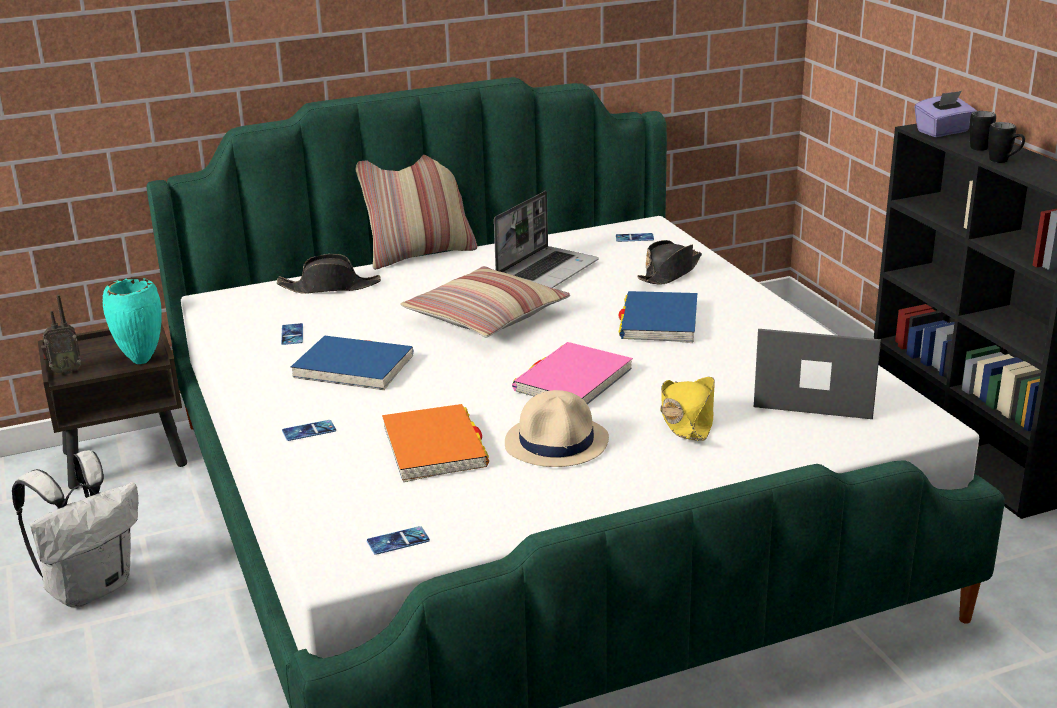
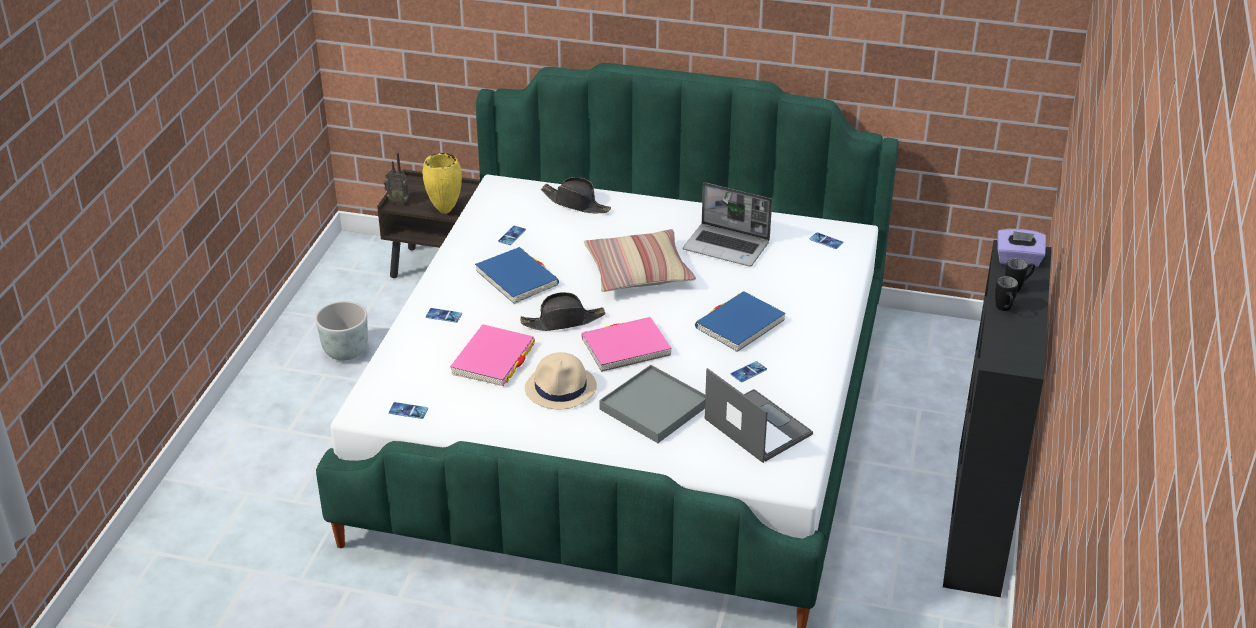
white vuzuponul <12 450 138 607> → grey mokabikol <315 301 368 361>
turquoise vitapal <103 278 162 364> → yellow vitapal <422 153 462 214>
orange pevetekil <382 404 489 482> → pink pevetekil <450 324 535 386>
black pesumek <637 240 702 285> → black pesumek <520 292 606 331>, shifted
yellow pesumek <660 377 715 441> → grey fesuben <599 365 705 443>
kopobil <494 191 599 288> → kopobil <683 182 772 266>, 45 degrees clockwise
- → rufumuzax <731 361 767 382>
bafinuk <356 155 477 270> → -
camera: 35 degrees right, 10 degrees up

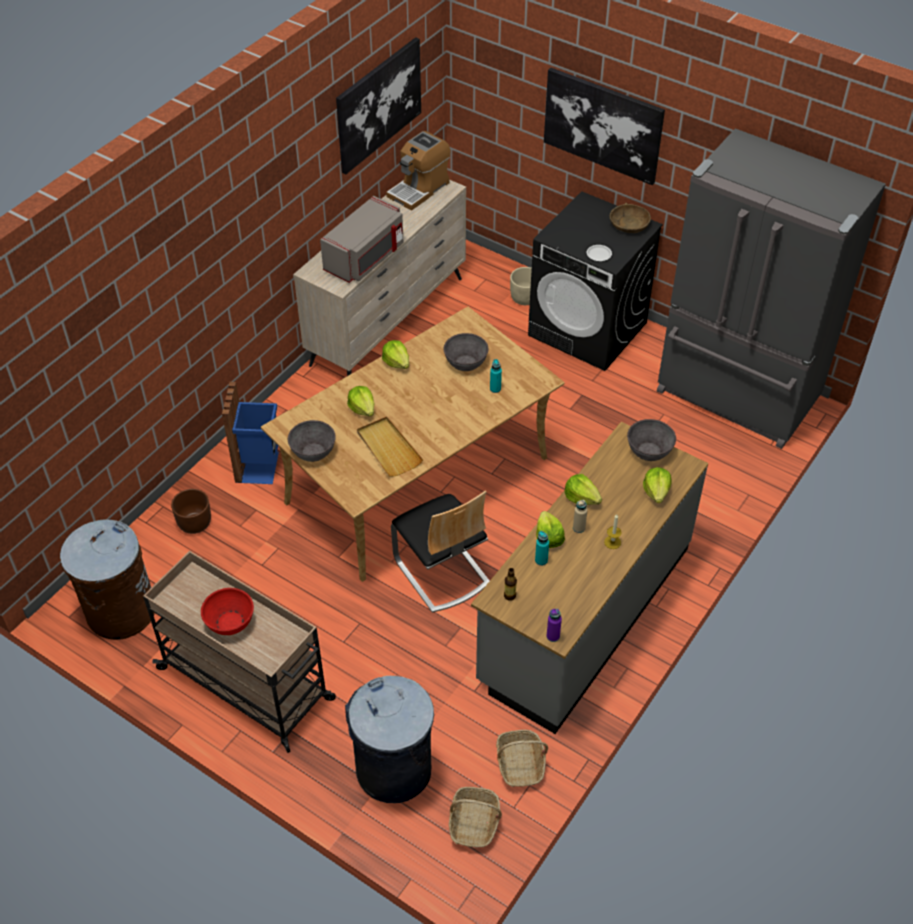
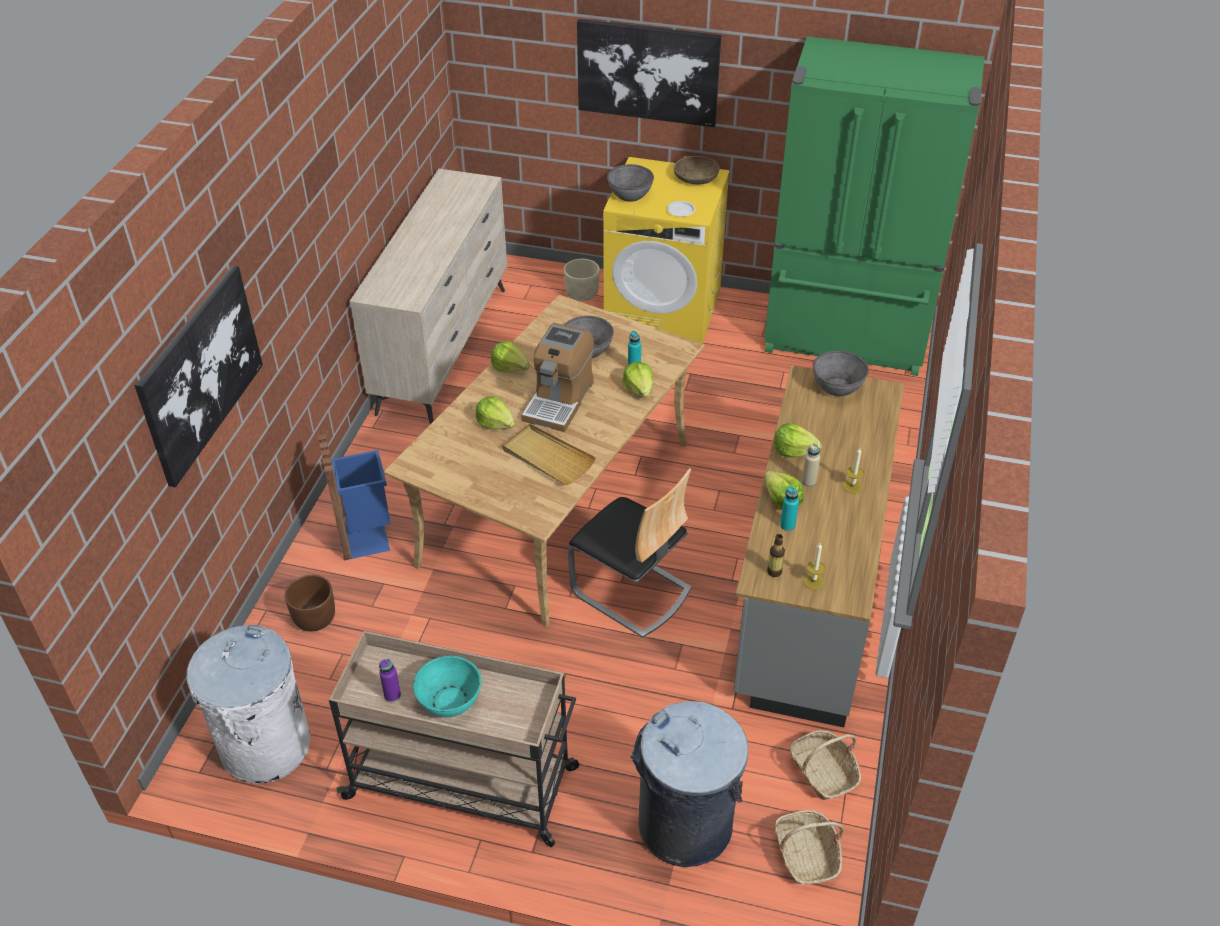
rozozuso <336 37 421 174> → rozozuso <135 266 263 487>, shifted
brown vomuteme <60 519 155 640> → white vomuteme <186 625 310 783>
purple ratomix <546 609 562 642> → purple ratomix <379 659 401 702>, shifted
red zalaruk <201 588 254 635> → turquoise zalaruk <413 656 482 717>
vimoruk <386 131 450 211> → vimoruk <521 323 594 432>, shifted
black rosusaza <528 191 663 371> → yellow rosusaza <603 157 730 344>
grey zalaruk <288 420 336 462> → grey zalaruk <607 164 654 202>, shifted
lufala <643 467 672 503> → lufala <622 362 653 397>, shifted
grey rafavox <657 129 886 449> → green rafavox <764 36 985 376>
- → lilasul <803 543 825 590>
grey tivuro <320 196 403 283> → -
camera: 20 degrees left, 5 degrees down

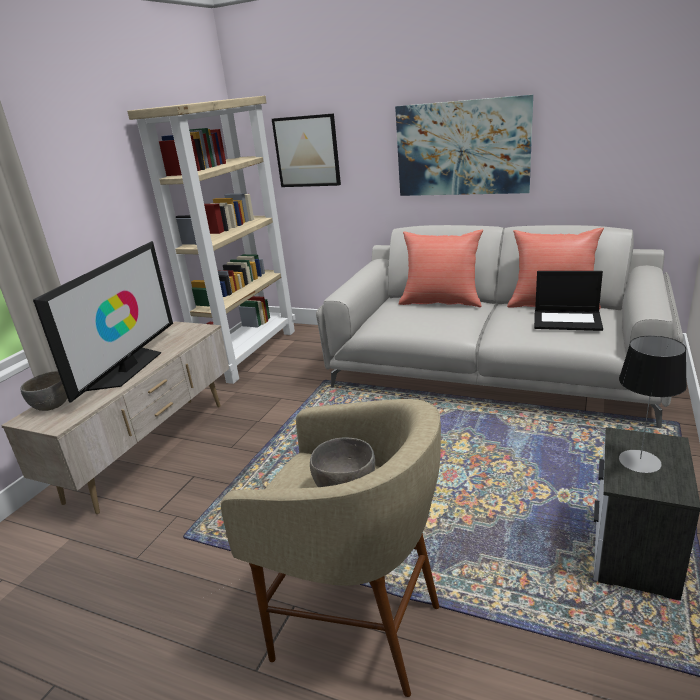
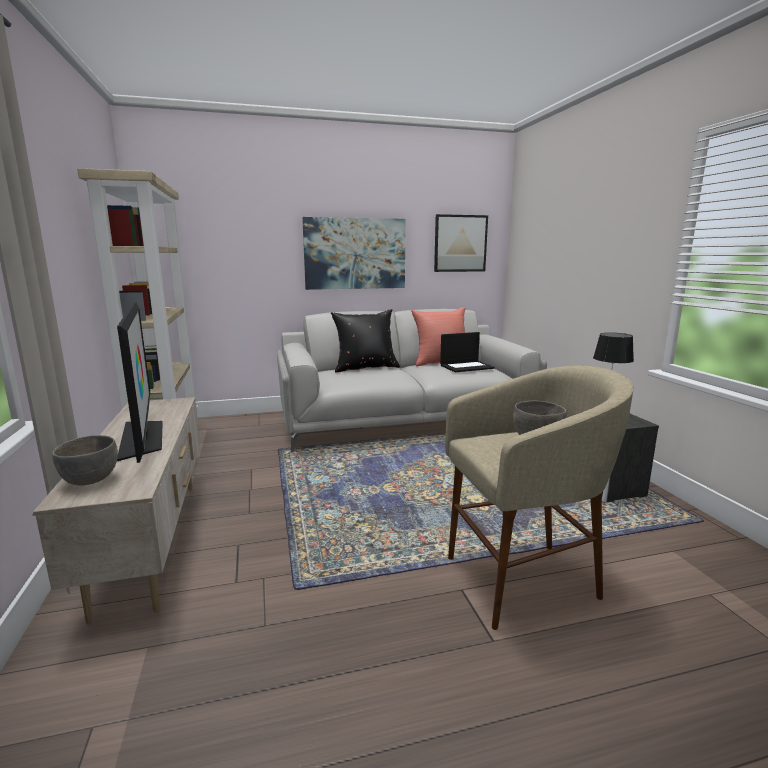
red bafinuk <399 230 483 307> → black bafinuk <331 309 400 372>
rozozuso <272 113 341 187> → rozozuso <434 214 488 272>, shifted
camera: 40 degrees left, 10 degrees down

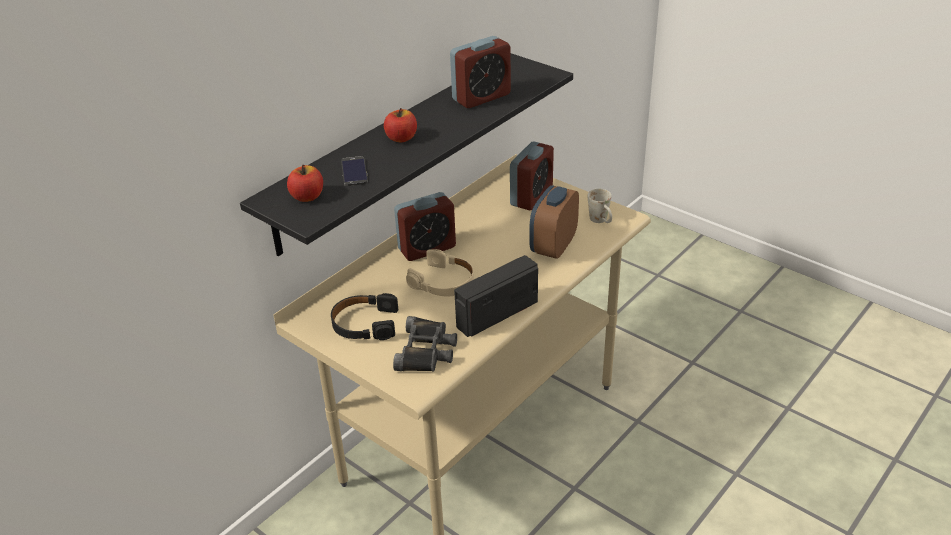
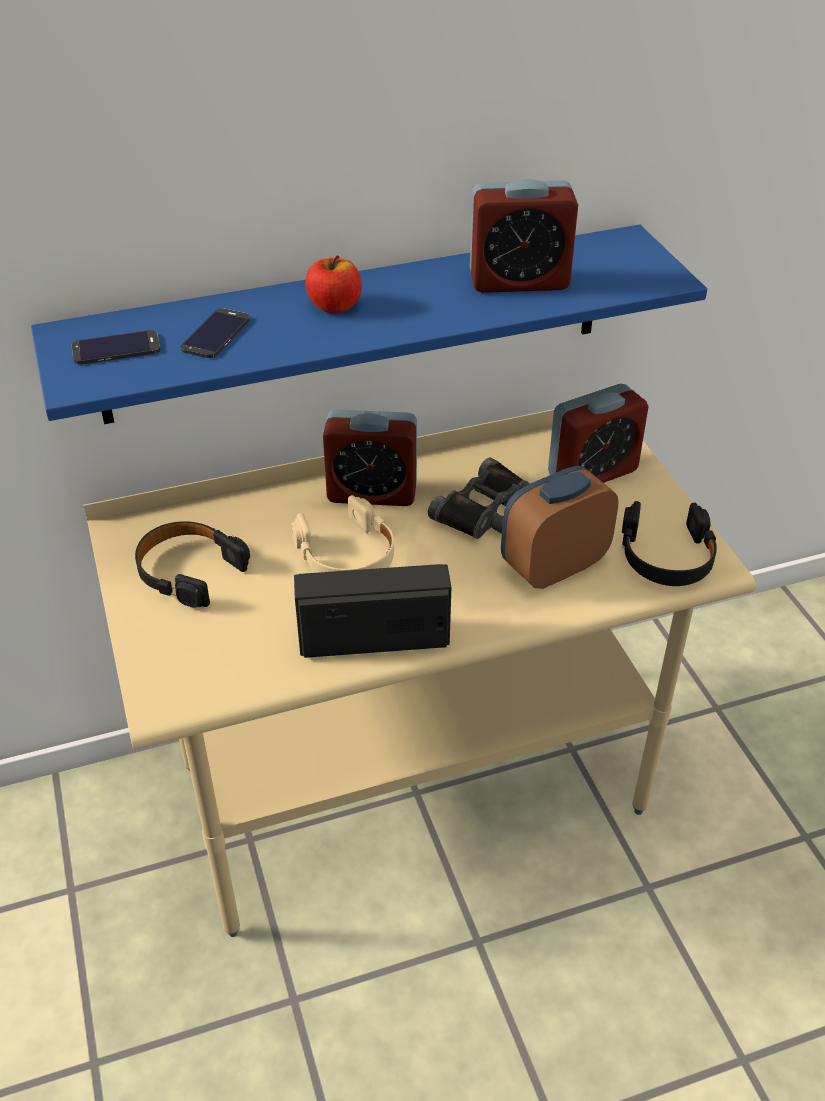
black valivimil <240 53 573 256> → blue valivimil <31 225 707 424>
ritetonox <287 165 323 202> → rufumuzax <72 330 160 365>
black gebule <393 316 457 372> → black gebule <428 457 530 539>, shifted
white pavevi <587 189 612 223> → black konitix <622 501 717 586>
camera: 30 degrees right, 5 degrees up

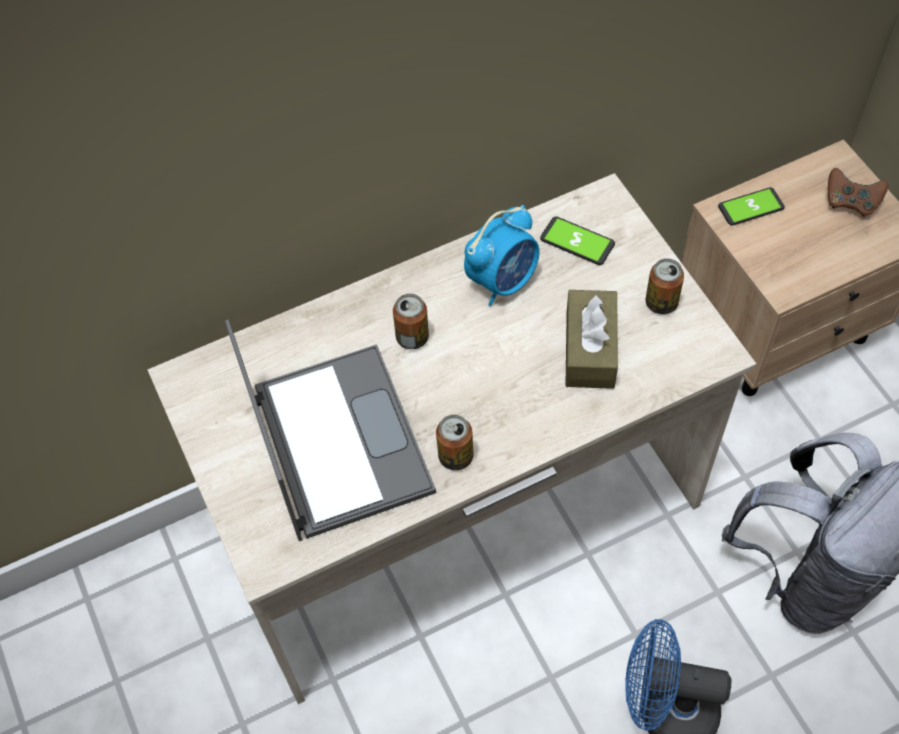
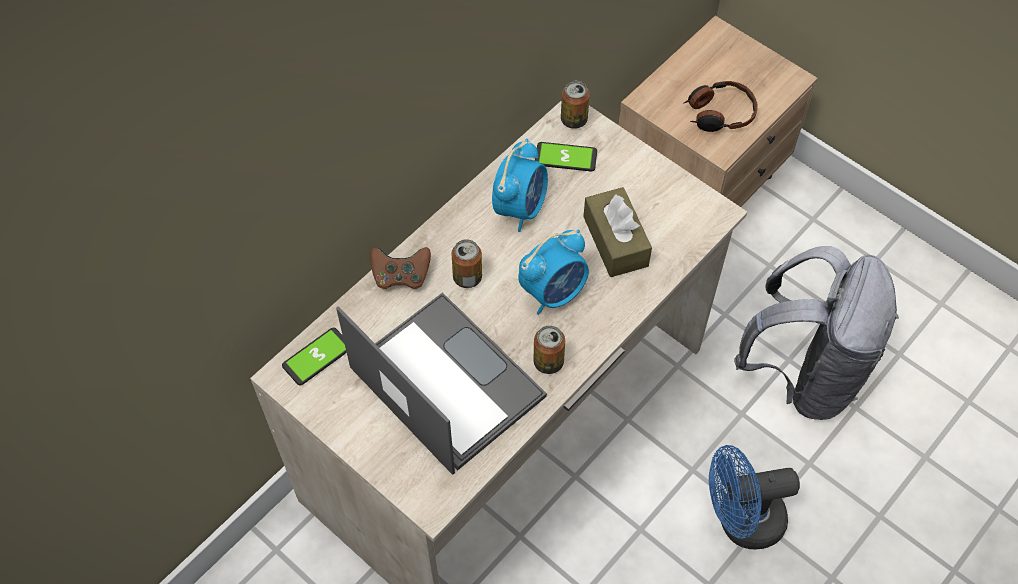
rufumuzax <718 187 785 226> → rufumuzax <282 328 347 385>, shifted
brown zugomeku <828 168 888 217> → brown zugomeku <370 247 431 289>, shifted
- → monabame <518 230 589 315>
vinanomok <646 258 684 314> → vinanomok <561 81 590 129>, shifted
- → konitix <683 81 758 132>
camera: 25 degrees left, 0 degrees up

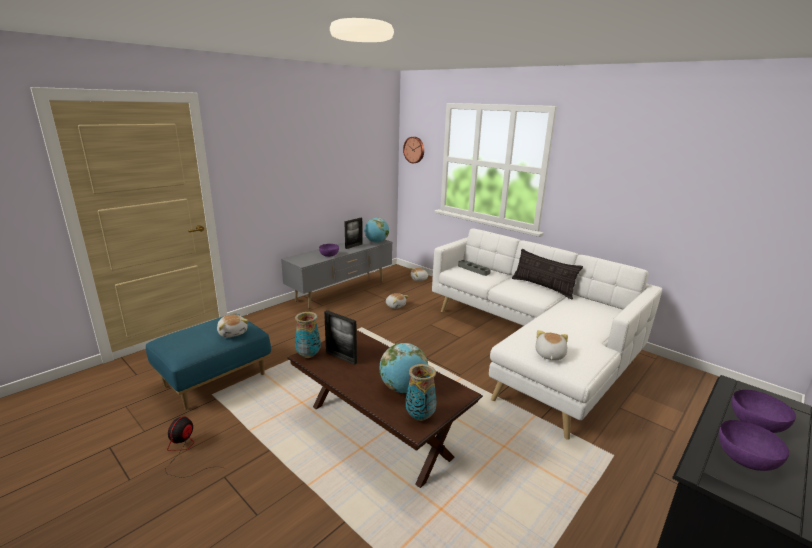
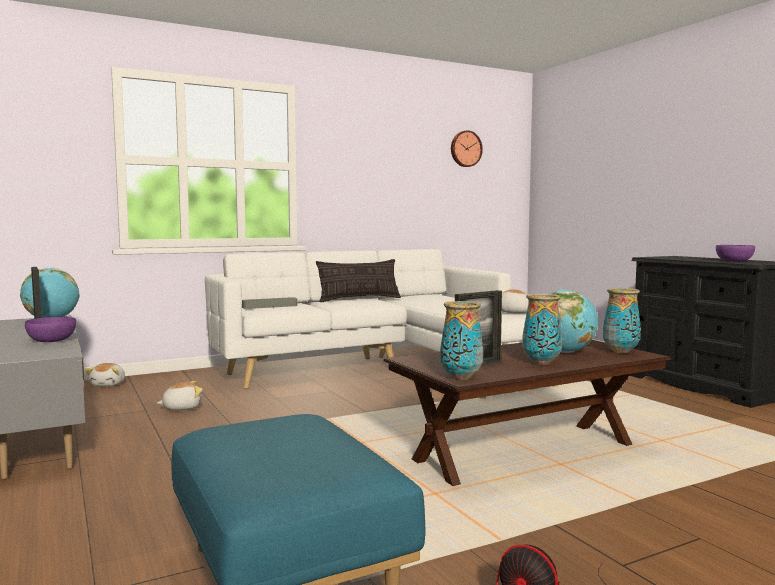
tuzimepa <403 137 424 163> → tuzimepa <451 130 483 167>, shifted
- → vitapal <522 294 562 365>
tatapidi <217 314 248 338> → -
purple zalaruk <732 390 796 433> → -
camera: 70 degrees left, 15 degrees down

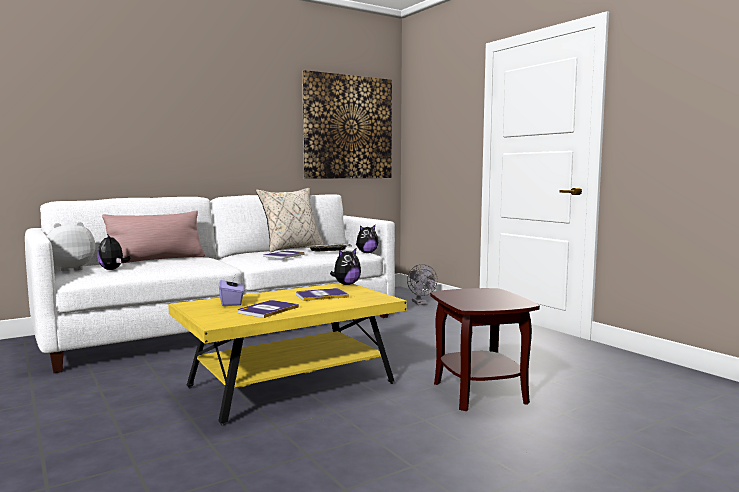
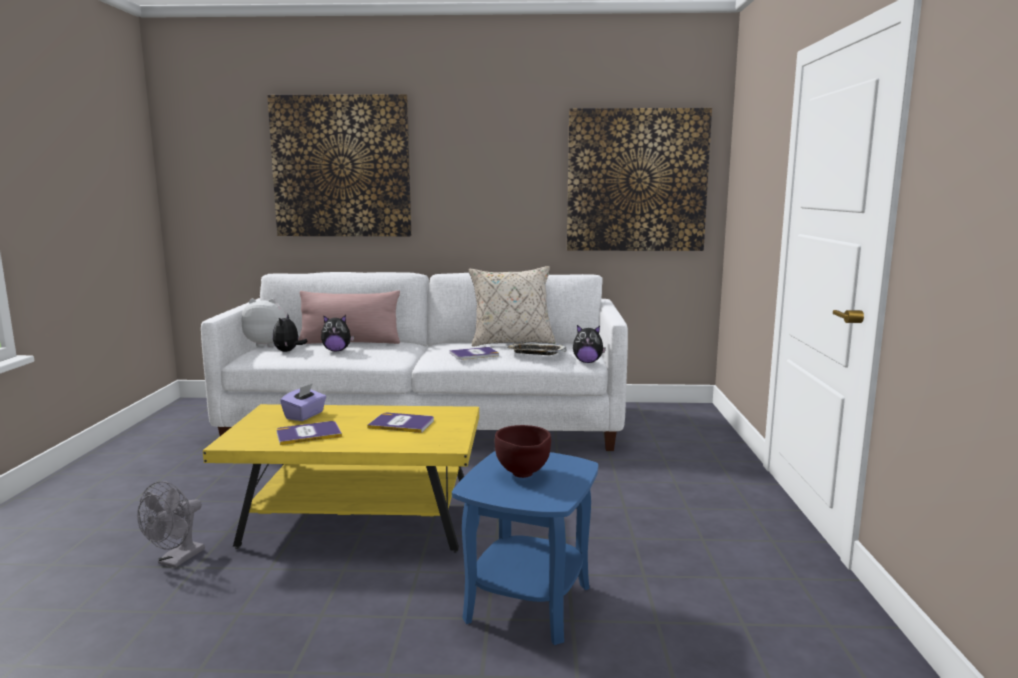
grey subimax <407 264 438 305> → grey subimax <137 481 205 568>, shifted
- → rozozuso <267 94 412 236>
tatapidi <330 248 361 285> → tatapidi <321 315 354 351>, shifted
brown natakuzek <430 288 540 411> → blue natakuzek <452 451 598 645>
- → brown zalaruk <495 425 551 478>
camera: 35 degrees right, 5 degrees up

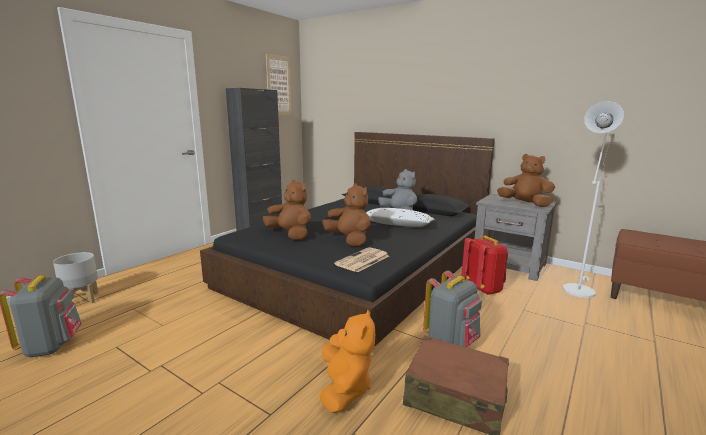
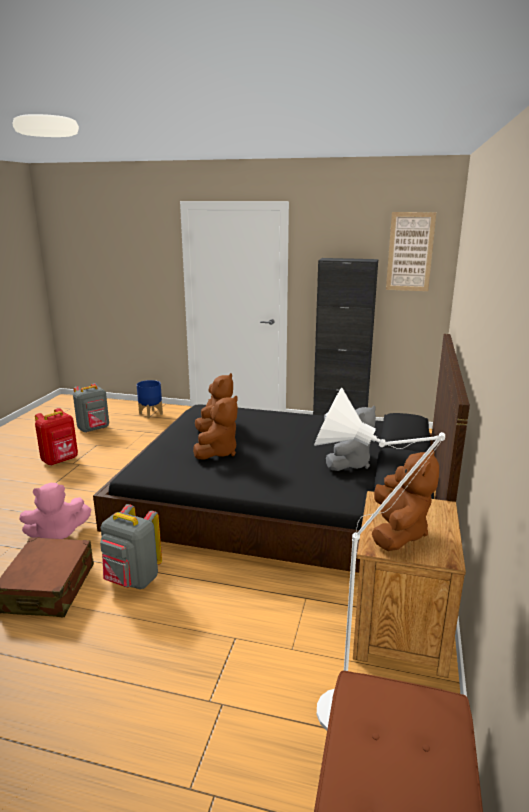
orange tatapidi <320 310 375 413> → pink tatapidi <19 483 91 539>
red vuzuponul <461 236 508 295> → red vuzuponul <35 408 78 465>, shifted
grey mokabikol <53 252 98 303> → blue mokabikol <137 380 163 419>
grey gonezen <475 194 557 281> → brown gonezen <353 491 466 678>
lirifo <334 247 389 273> → -
white bafinuk <366 208 435 227> → -
camera: 70 degrees right, 5 degrees up

